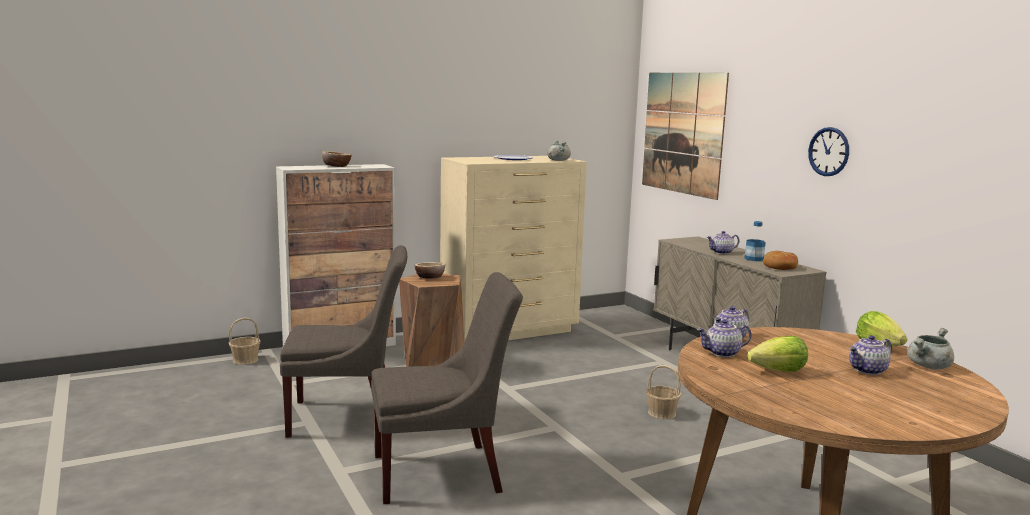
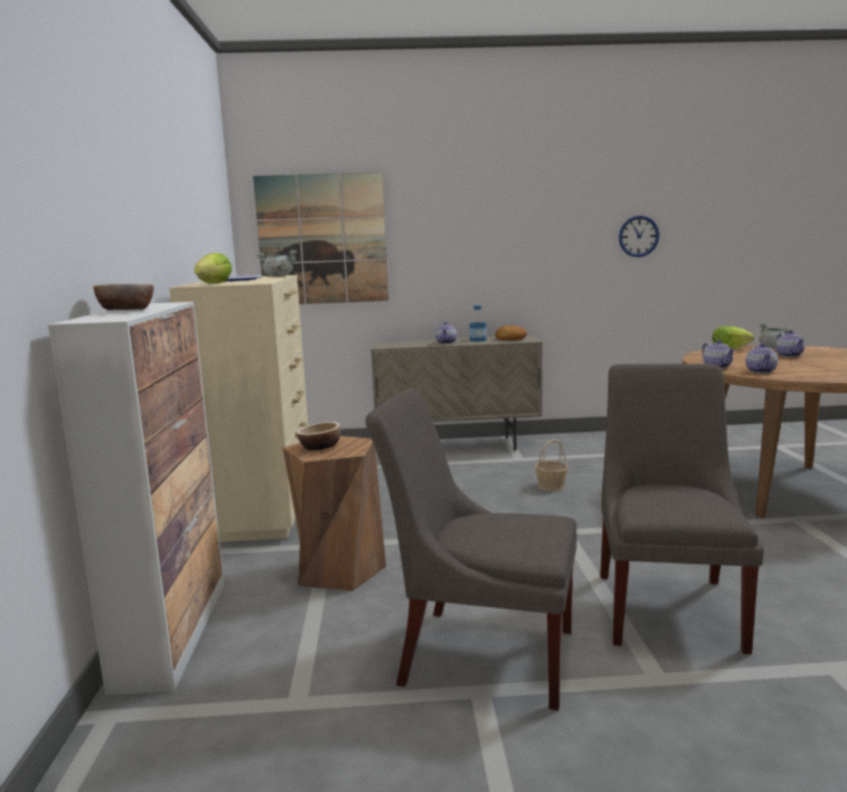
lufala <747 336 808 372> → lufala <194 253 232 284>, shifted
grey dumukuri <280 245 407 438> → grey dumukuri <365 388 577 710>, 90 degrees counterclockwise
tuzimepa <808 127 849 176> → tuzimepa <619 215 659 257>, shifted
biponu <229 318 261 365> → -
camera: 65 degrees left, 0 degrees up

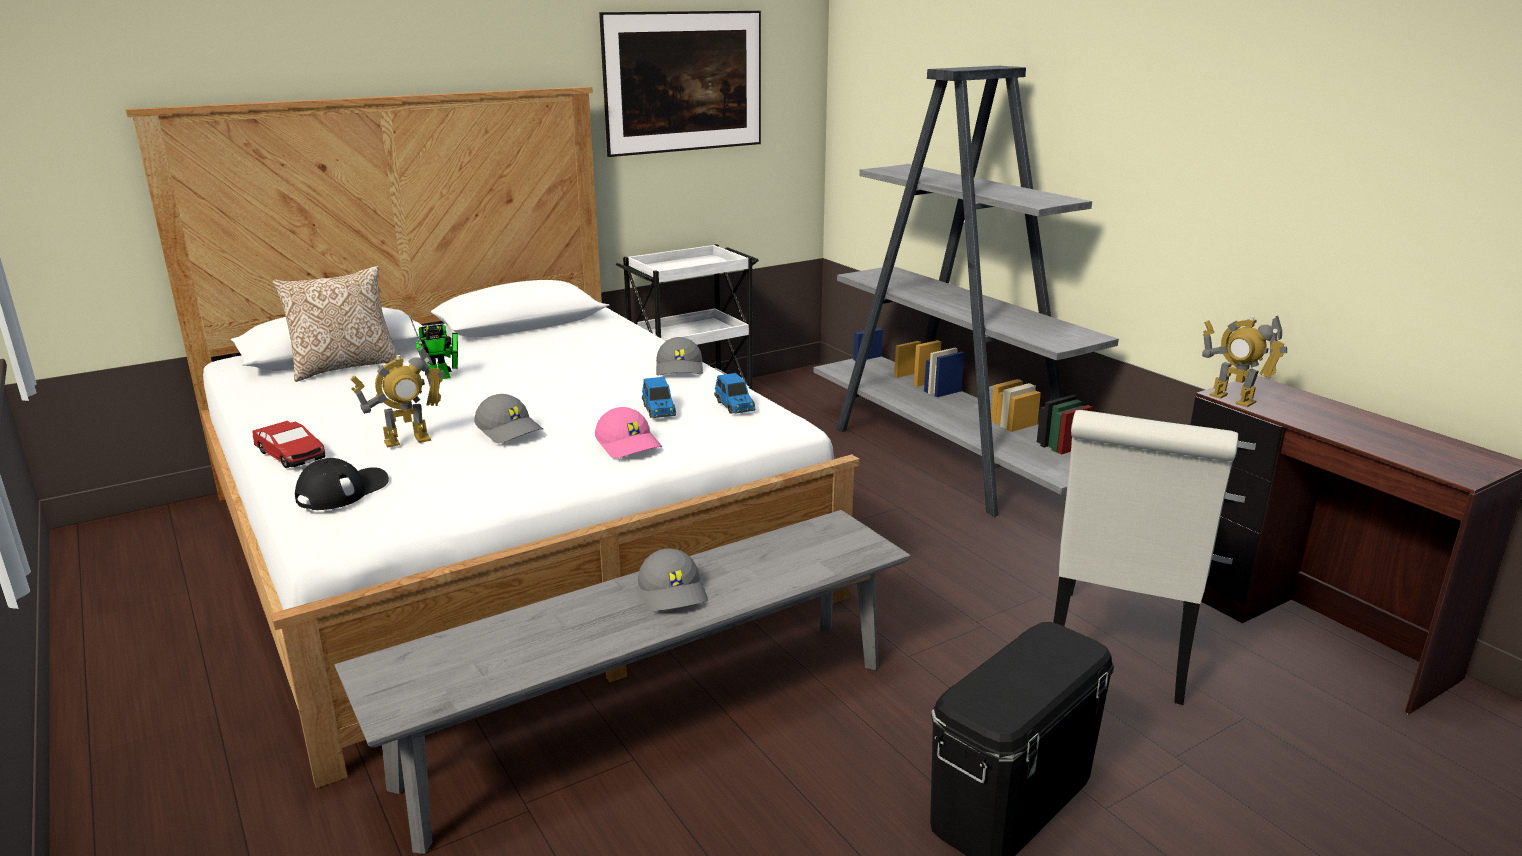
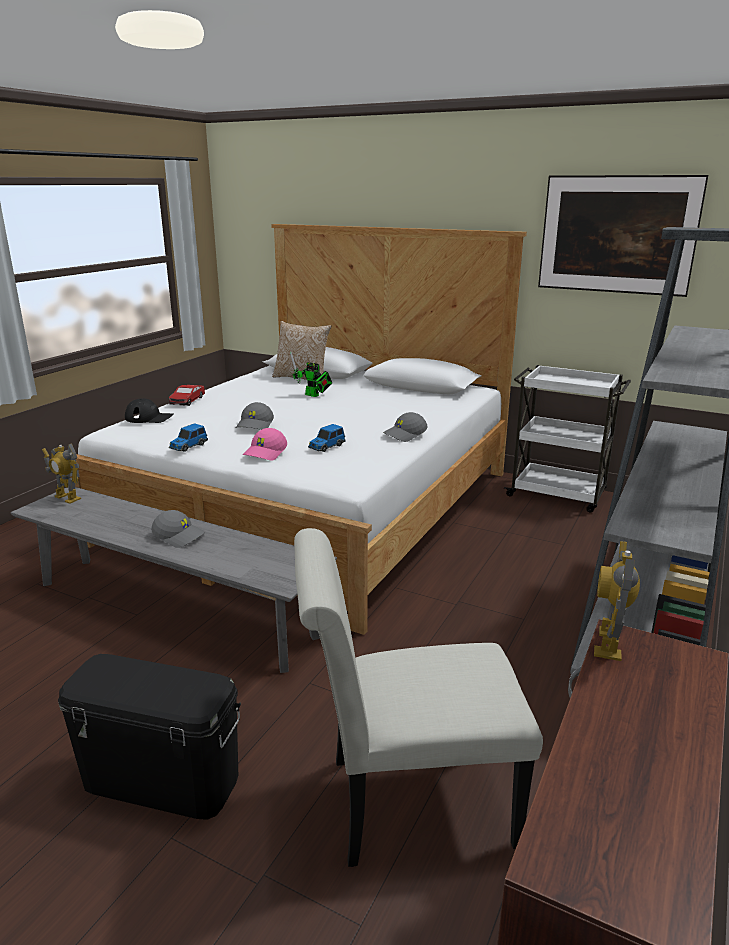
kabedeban <350 346 445 448> → kabedeban <42 443 81 504>, shifted
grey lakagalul <638 548 708 612> → grey lakagalul <151 510 205 548>, 105 degrees counterclockwise
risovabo <714 373 756 414> → risovabo <169 423 208 452>, shifted
camera: 60 degrees right, 0 degrees up

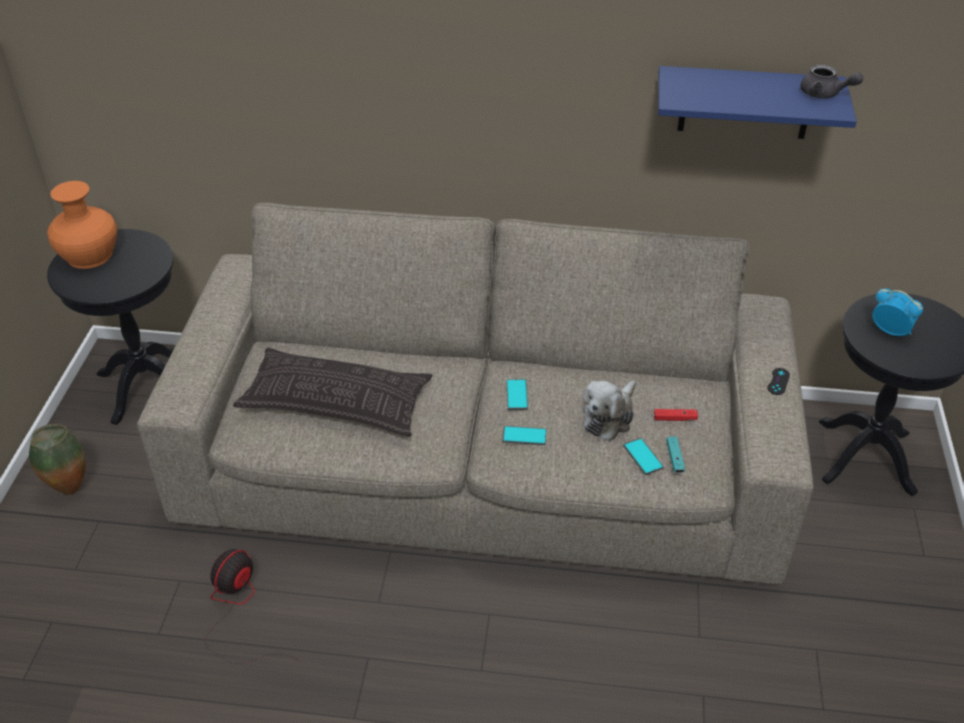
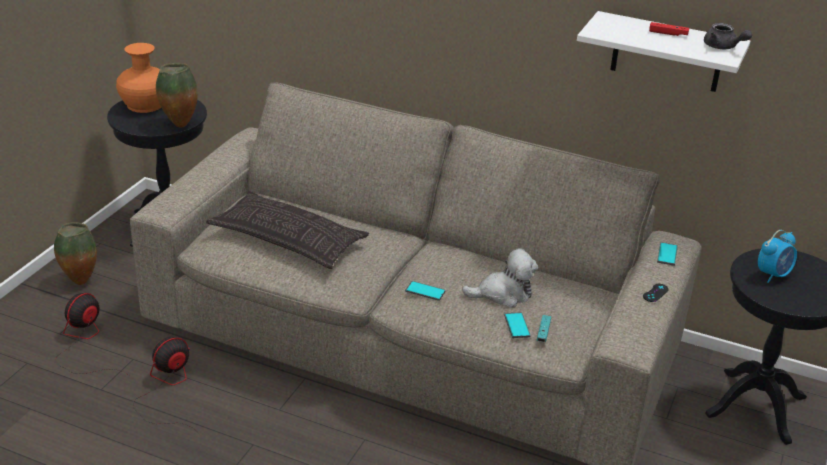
- → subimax <55 293 129 375>
- → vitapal <156 63 198 127>
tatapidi <583 381 636 441> → tatapidi <462 248 538 308>, 150 degrees counterclockwise
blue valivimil <658 66 857 139> → white valivimil <577 11 750 92>
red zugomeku <654 409 698 421> → red zugomeku <649 22 689 36>, shifted
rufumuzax <506 379 528 410> → rufumuzax <657 242 678 266>, shifted
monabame <872 289 923 336> → monabame <758 230 797 283>, 90 degrees clockwise
camera: 15 degrees right, 10 degrees down

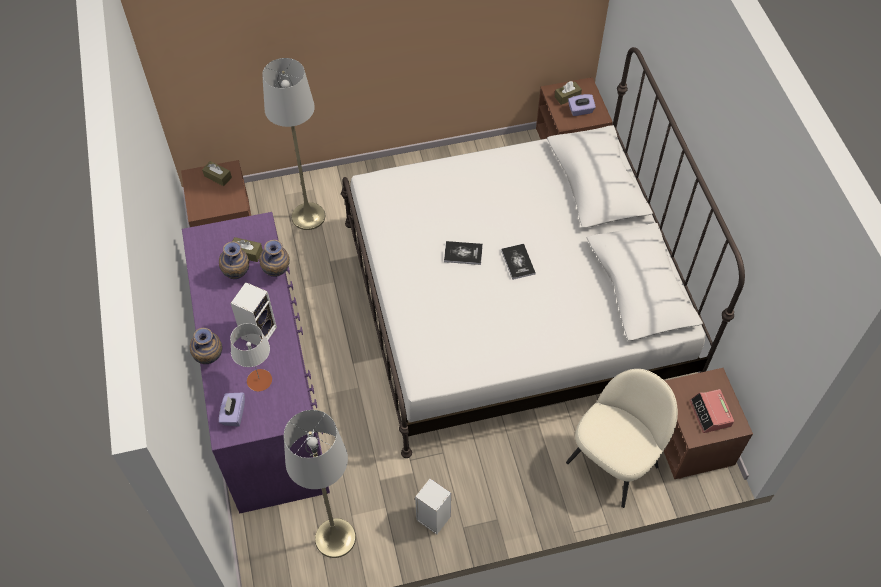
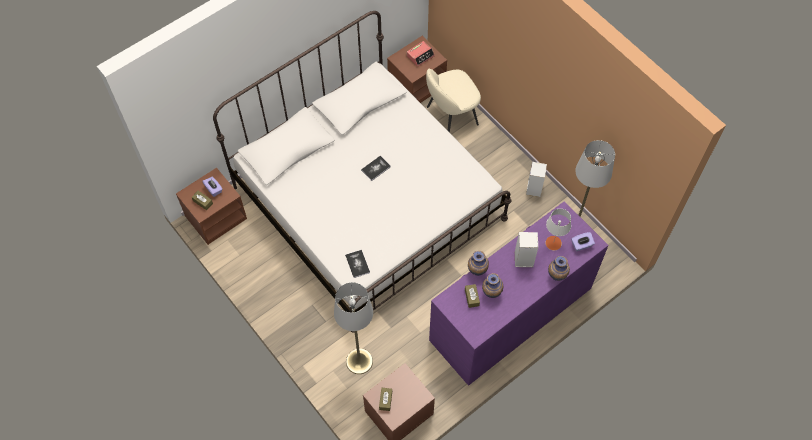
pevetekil <444 241 483 265> → pevetekil <345 250 370 278>, shifted
beige dumukuri <566 369 678 508> → beige dumukuri <426 69 481 133>, 45 degrees counterclockwise
camera: 115 degrees left, 5 degrees up

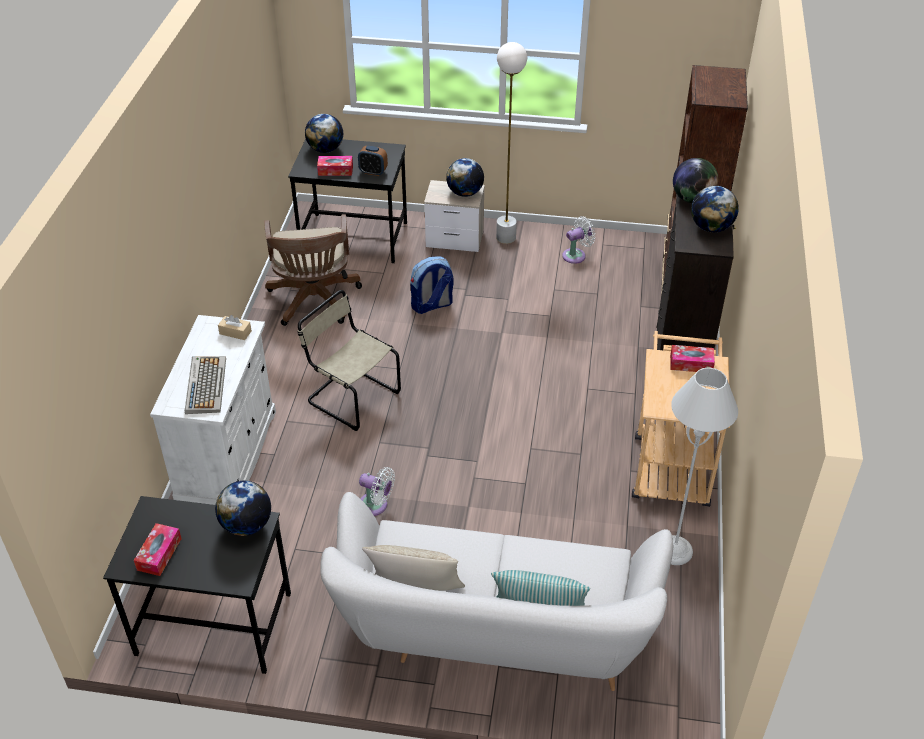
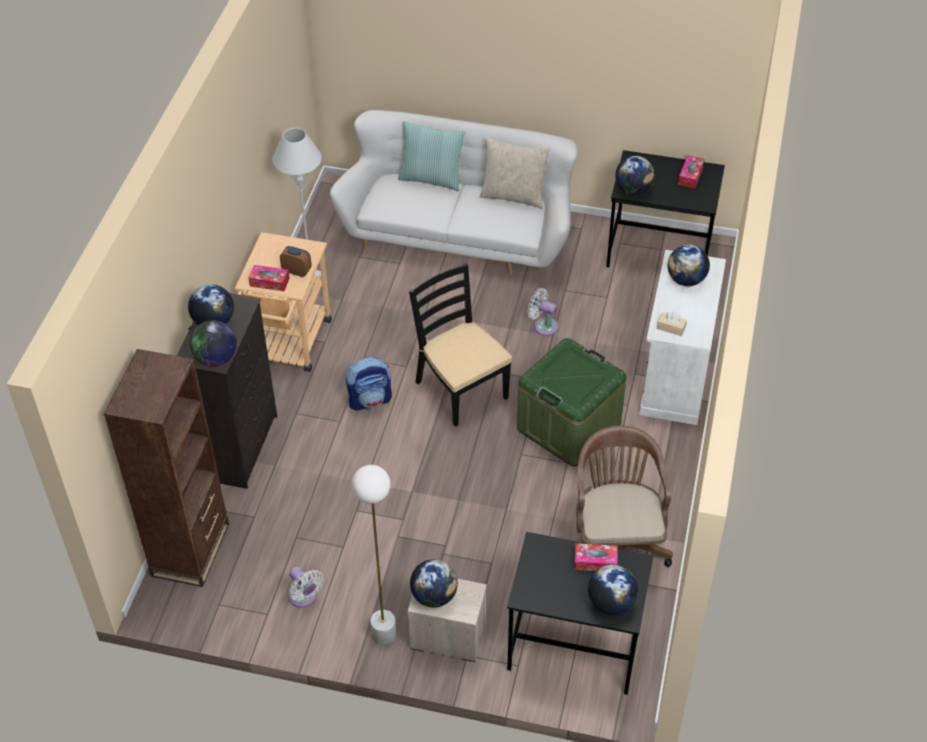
monabame <358 146 388 176> → monabame <280 246 312 277>, shifted
white subimax <562 216 595 264> → white subimax <288 567 324 608>, 105 degrees counterclockwise
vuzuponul <410 256 453 314> → vuzuponul <346 357 392 411>, shifted
- → black dumukuri <409 263 512 427>
beige dumukuri <298 290 401 431> → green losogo <517 338 626 466>
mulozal <184 356 226 414> → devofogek <668 244 710 286>
camera: 175 degrees left, 5 degrees up

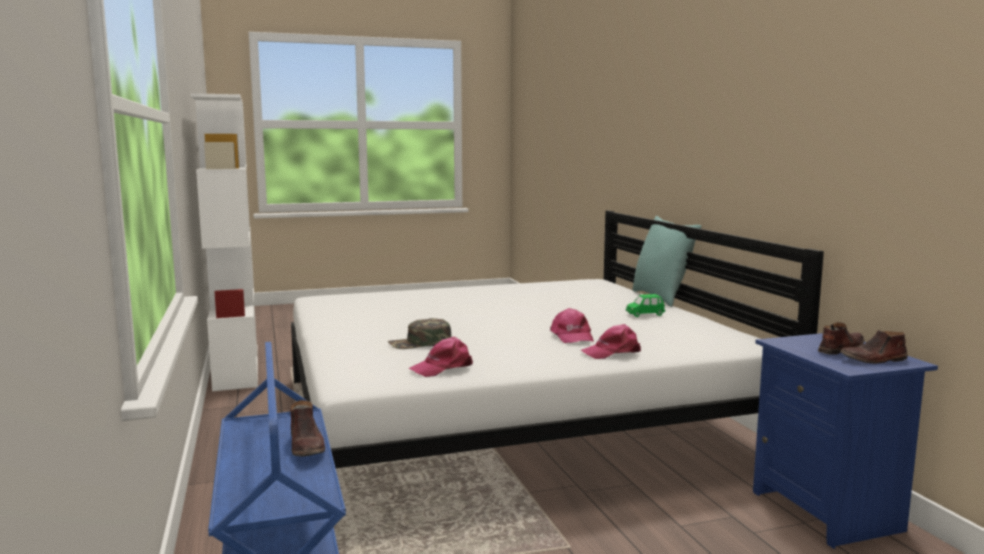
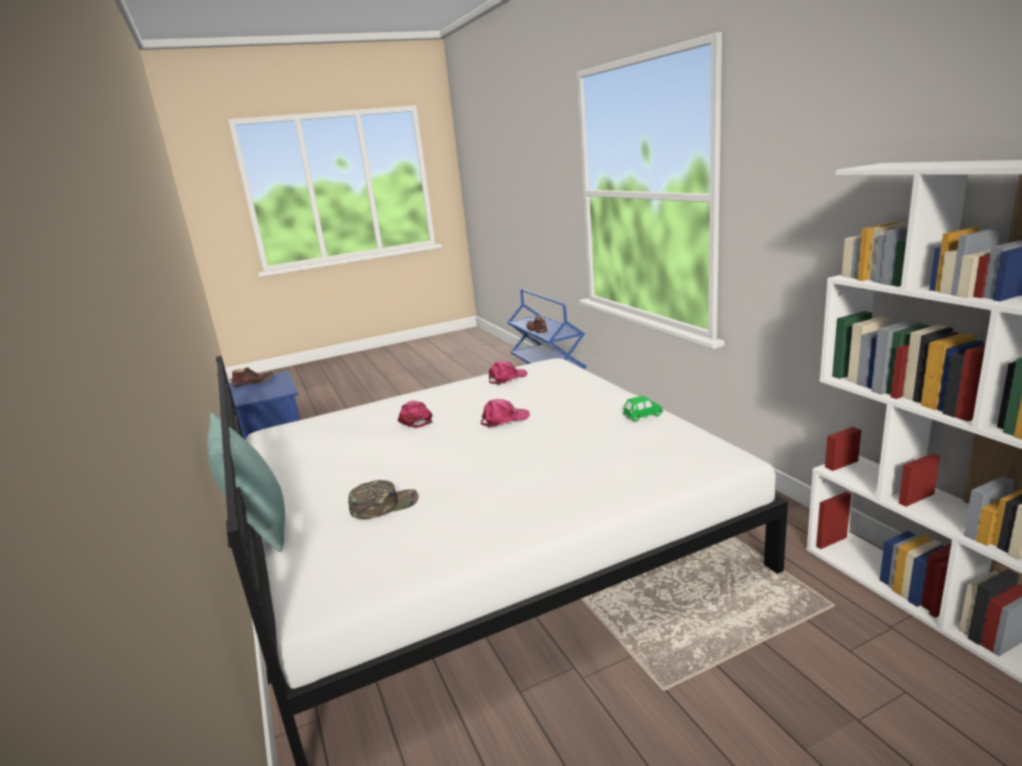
green lakagalul <388 318 452 349> → green lakagalul <348 480 418 519>, shifted
pink lakagalul <580 324 641 359> → pink lakagalul <481 399 530 428>, shifted
green risovabo <626 294 665 317> → green risovabo <623 395 663 422>, shifted
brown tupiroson <818 322 865 355> → -
camera: 175 degrees right, 10 degrees up

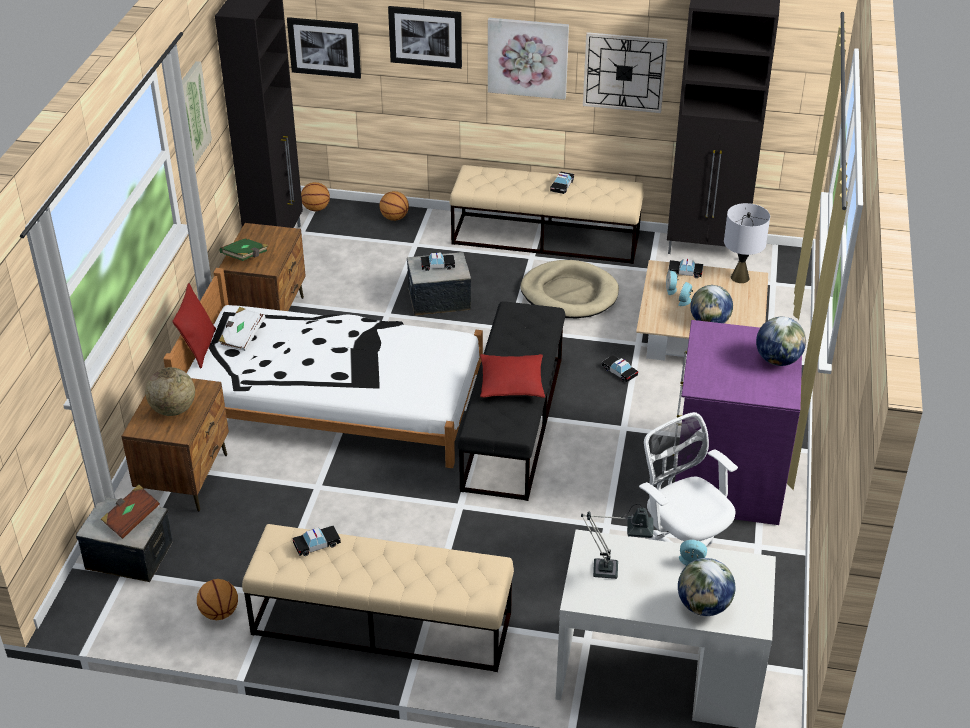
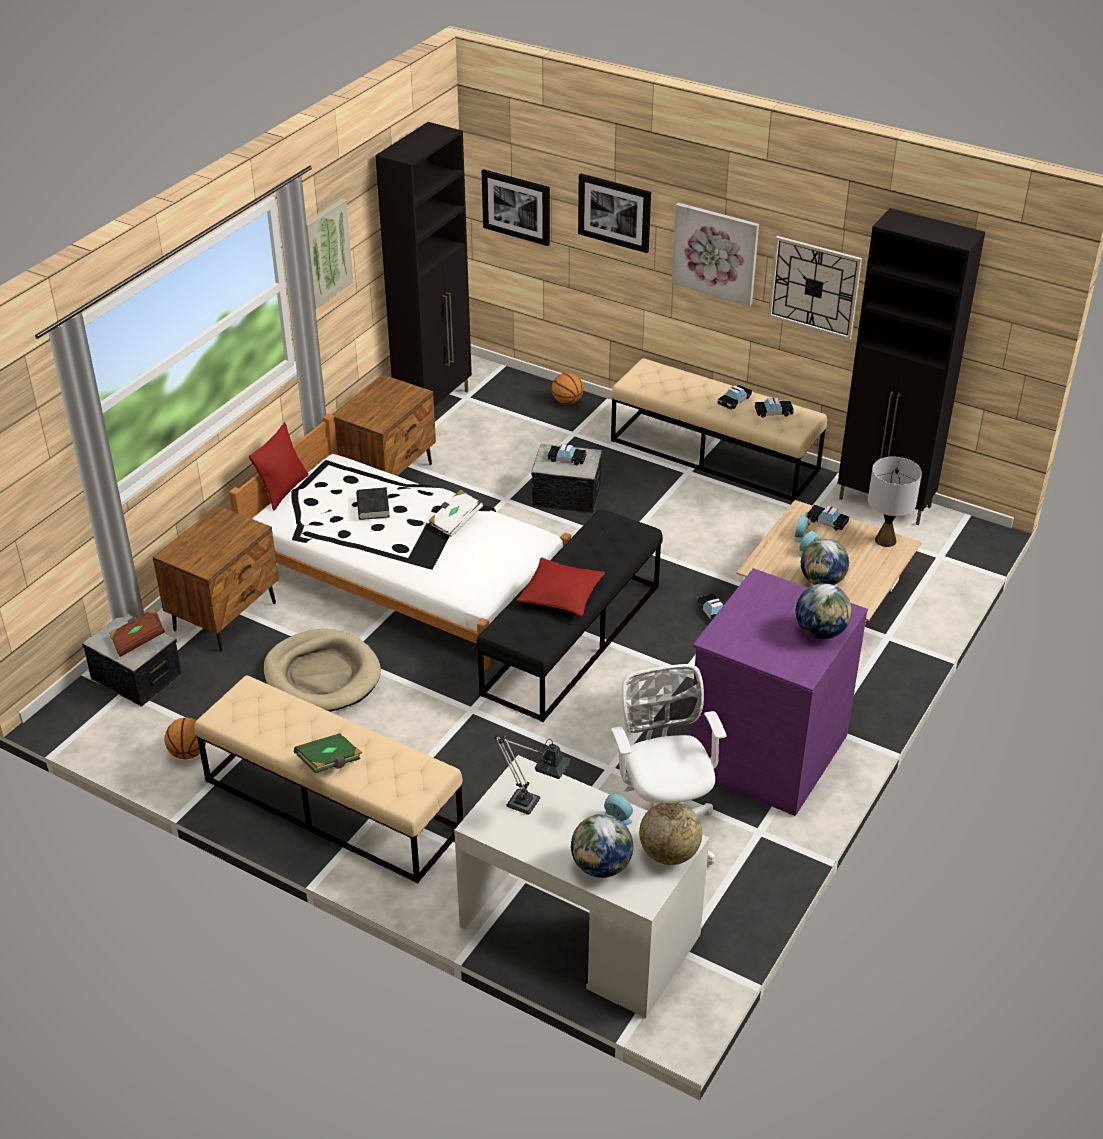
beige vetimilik <520 260 619 318> → beige vetimilik <264 629 381 712>, shifted
green pevetekil <220 238 268 261> → green pevetekil <294 733 362 773>, shifted
- → black pevetekil <356 487 390 520>
white pevetekil <219 307 265 351> → white pevetekil <428 490 483 537>, shifted
devofogek <145 367 195 416> → devofogek <639 801 702 865>, shifted
risovabo <293 525 341 556> → risovabo <755 398 794 418>, shifted
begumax <301 182 330 211> → -
camera: 20 degrees right, 0 degrees up

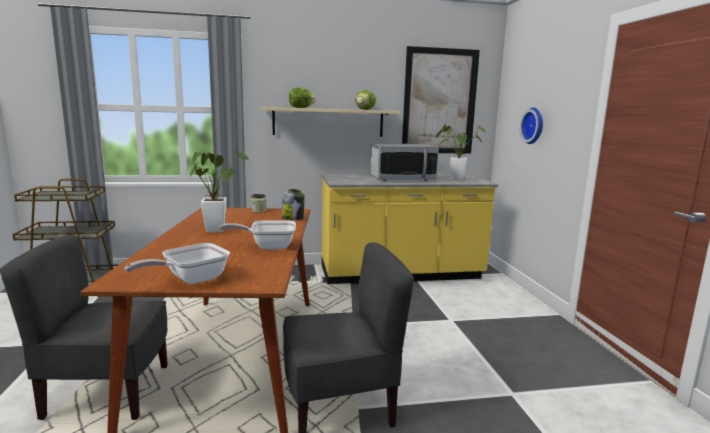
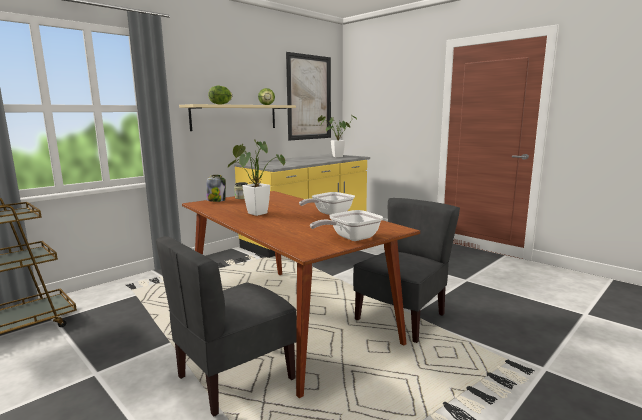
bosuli <281 189 305 220> → bosuli <206 175 226 202>, shifted
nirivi <124 243 230 284> → nirivi <310 210 383 241>, 45 degrees clockwise
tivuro <370 143 439 181> → -
tuzimepa <520 108 543 144> → -
camera: 35 degrees left, 0 degrees up

